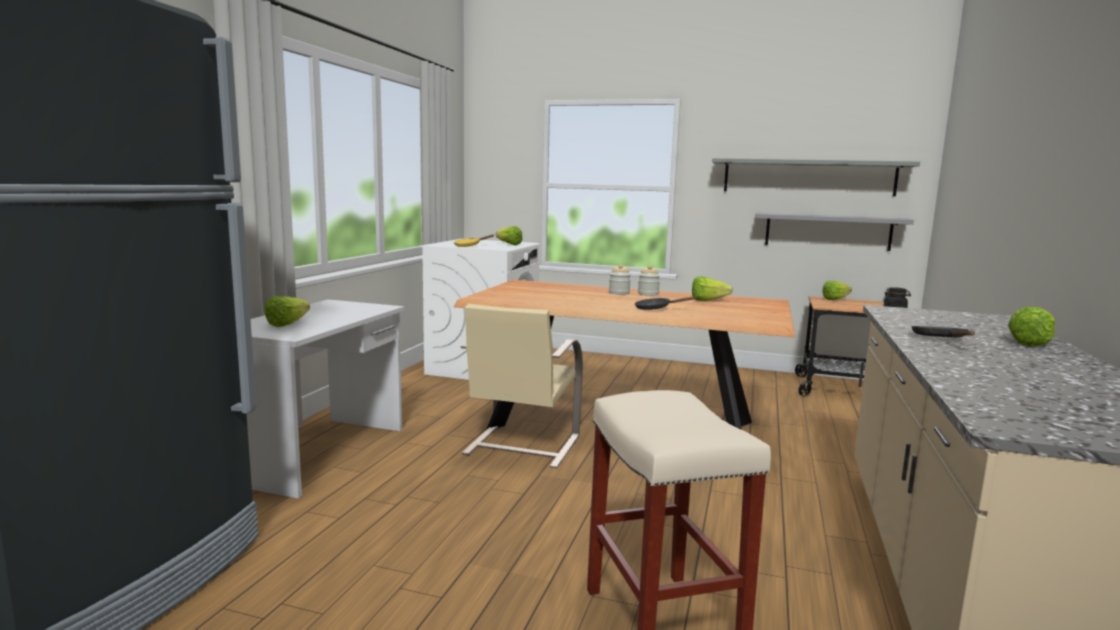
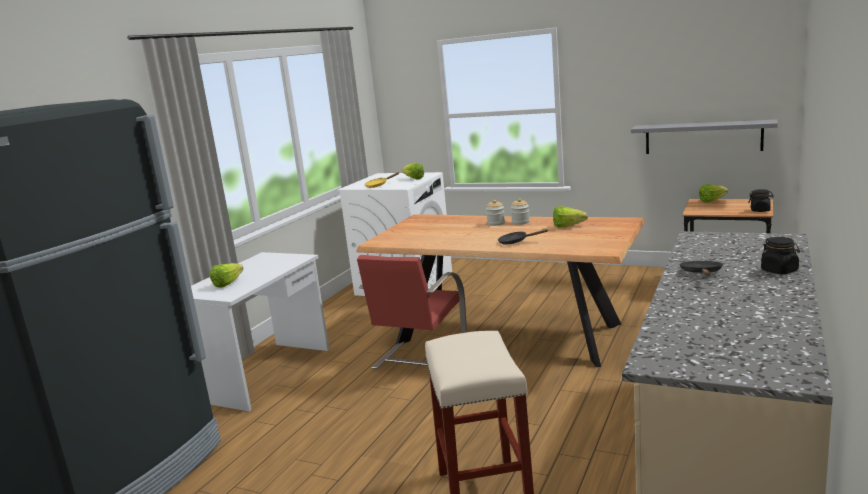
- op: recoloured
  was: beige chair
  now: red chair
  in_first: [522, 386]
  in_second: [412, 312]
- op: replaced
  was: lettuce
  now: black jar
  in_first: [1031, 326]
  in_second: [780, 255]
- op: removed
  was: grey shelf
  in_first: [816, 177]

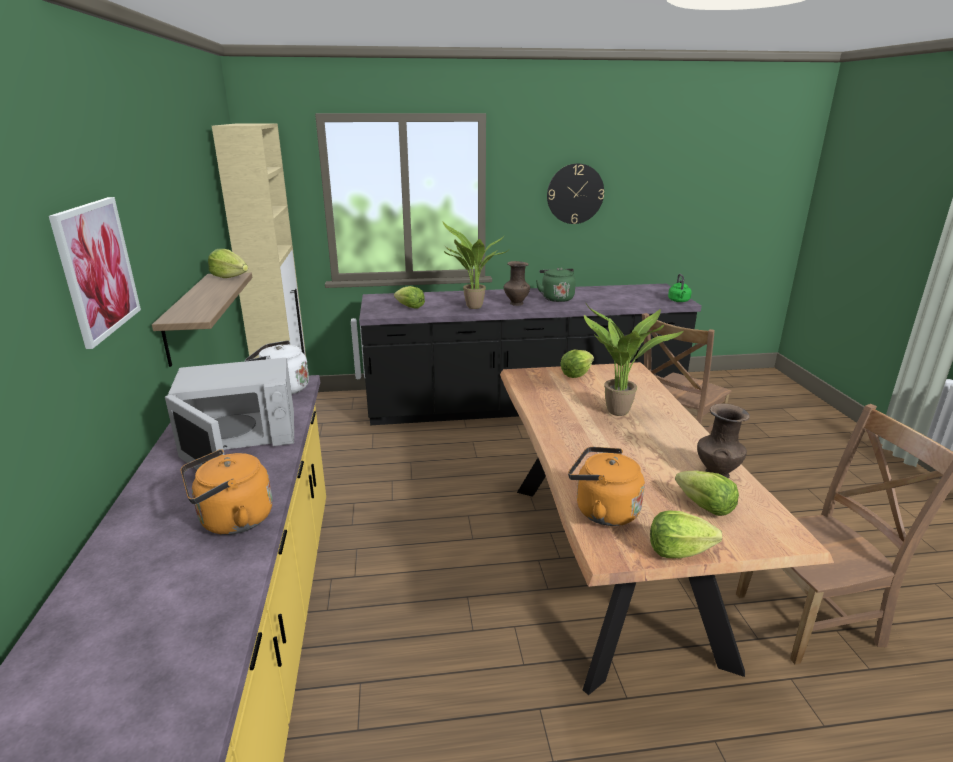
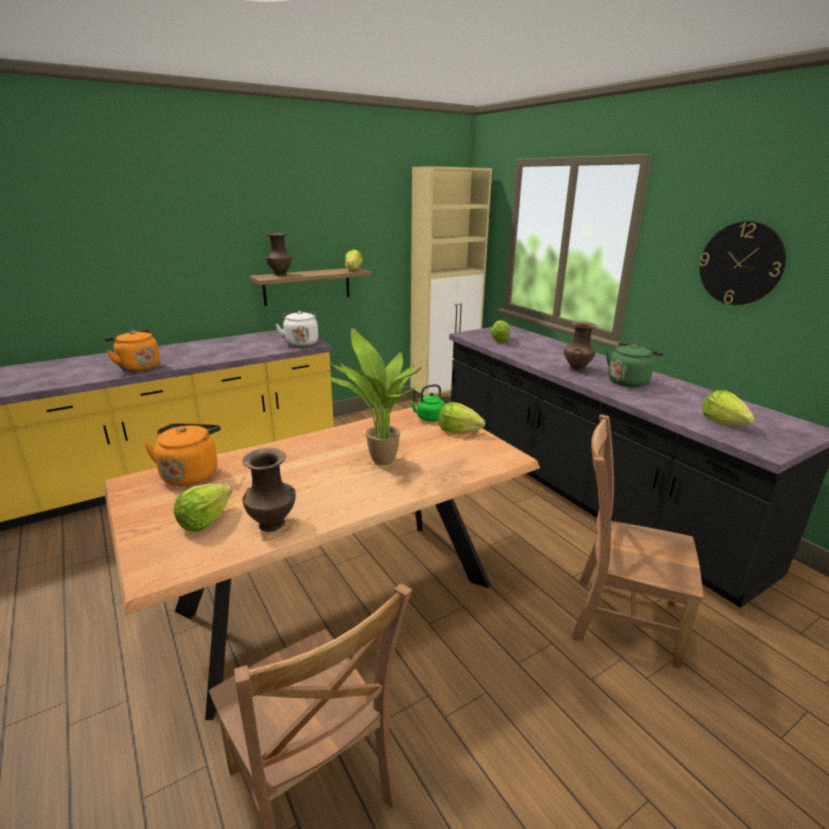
- op: added
  now: brown vase
  in_second: [279, 254]
- op: moved
  was: green kettle
  in_first: [680, 288]
  in_second: [427, 402]
- op: moved
  was: lettuce
  in_first: [686, 534]
  in_second: [728, 407]
- op: removed
  was: picture
  in_first: [95, 273]
- op: removed
  was: white microwave
  in_first: [229, 414]
- op: removed
  was: potted plant
  in_first: [474, 265]

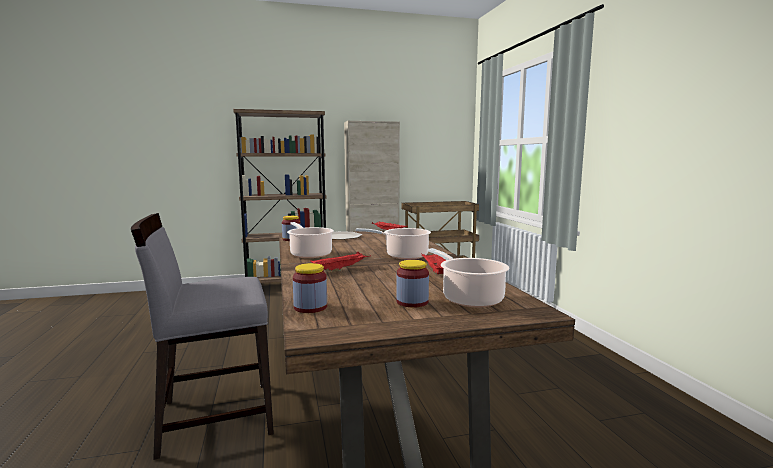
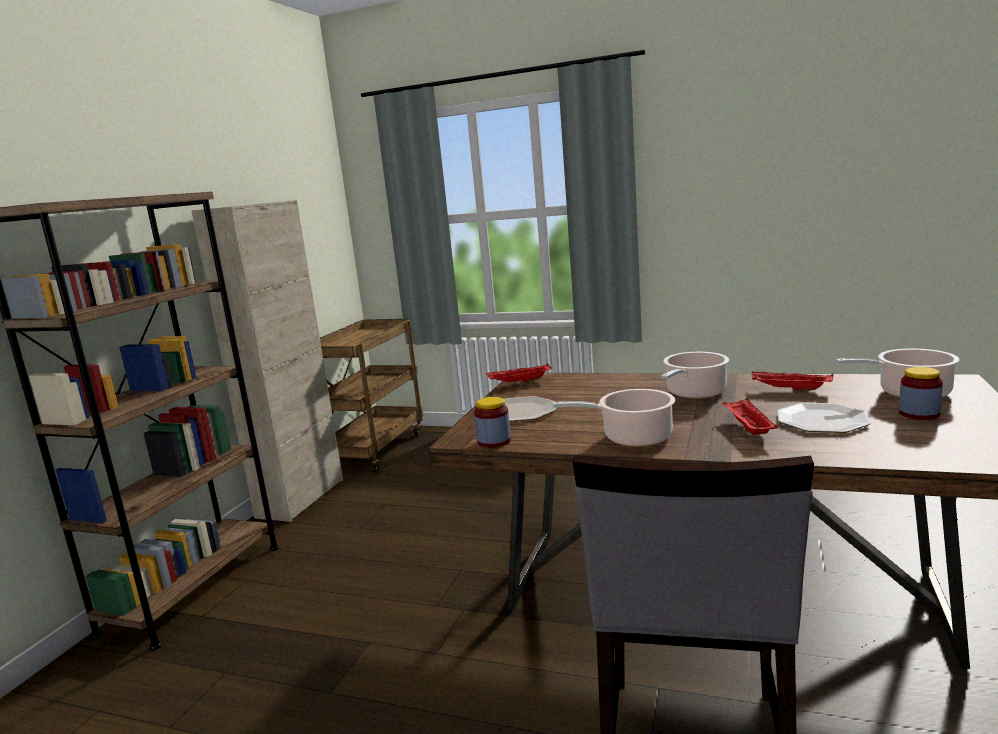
- op: added
  now: plate
  in_second: [824, 418]
- op: removed
  was: jar
  in_first: [310, 288]

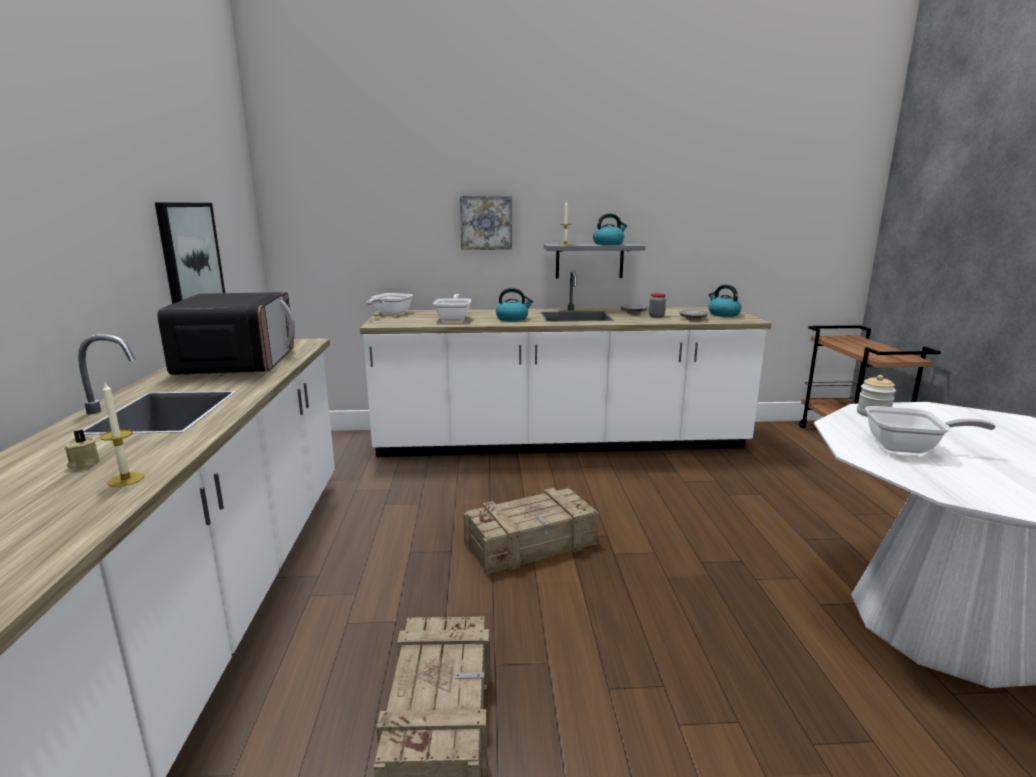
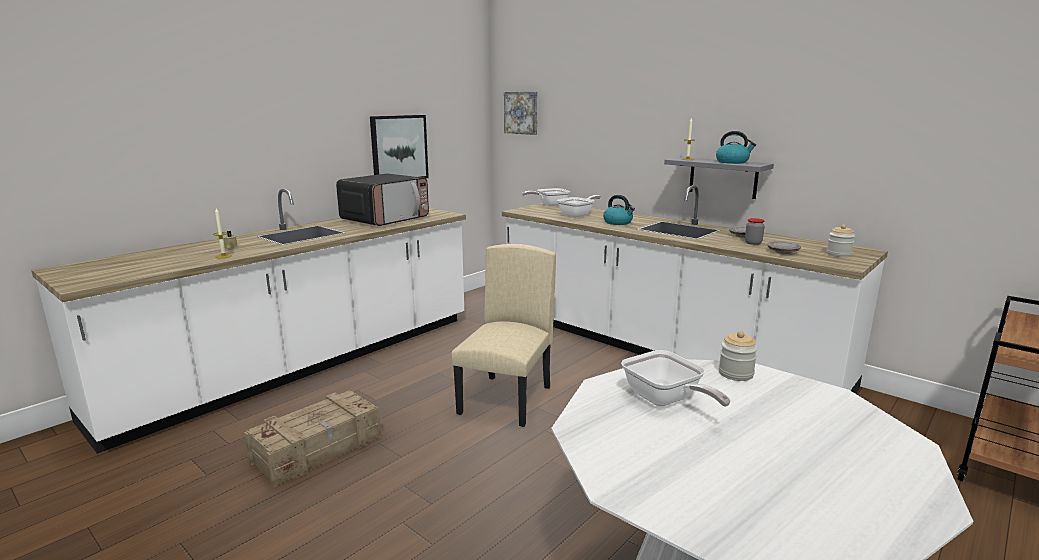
- op: replaced
  was: crate
  now: beige chair
  in_first: [531, 531]
  in_second: [503, 335]
- op: moved
  was: picture
  in_first: [486, 223]
  in_second: [520, 113]
- op: replaced
  was: kettle
  now: jar
  in_first: [725, 301]
  in_second: [841, 240]

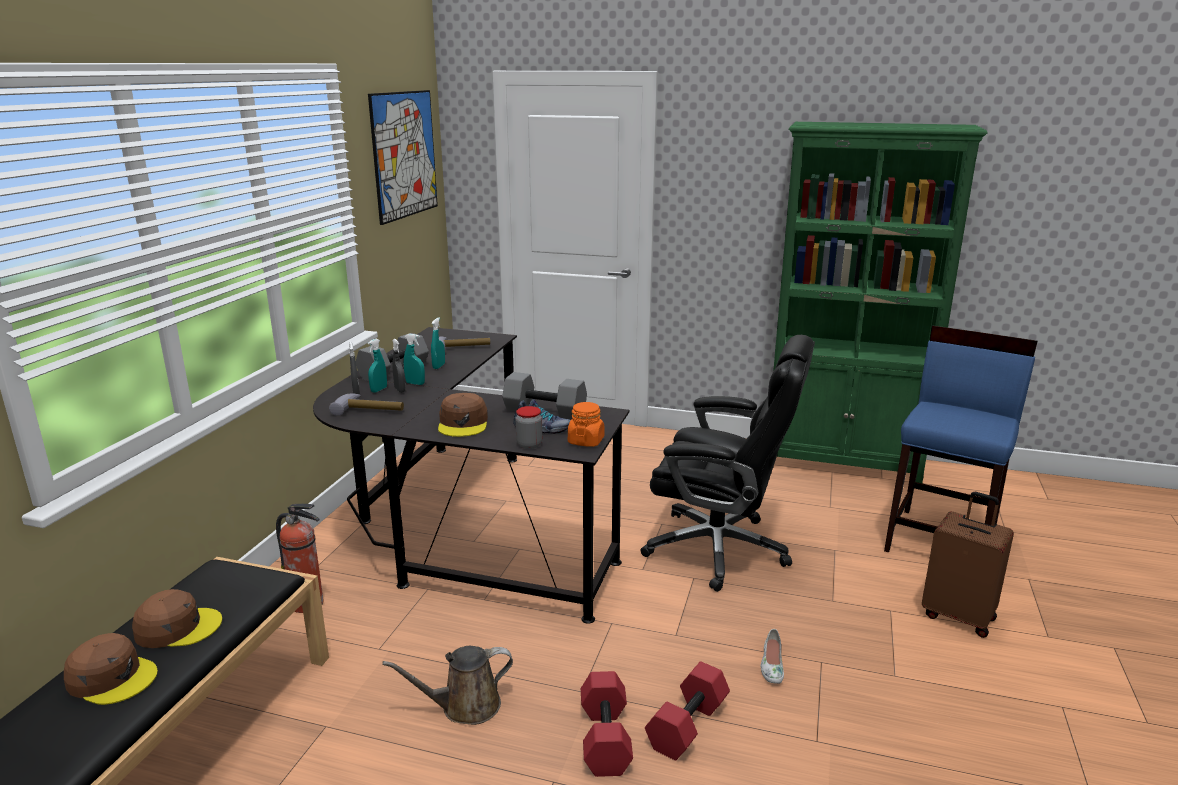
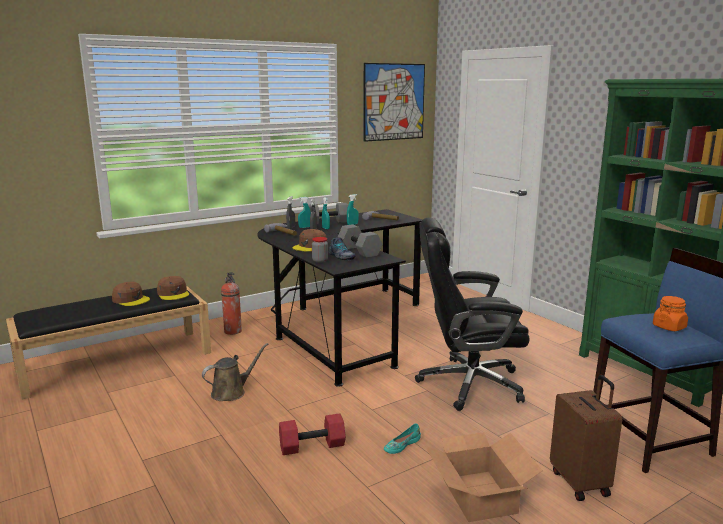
- op: moved
  was: brown cap
  in_first: [111, 669]
  in_second: [173, 288]
- op: turned
  was: brown watering can
  in_first: [447, 685]
  in_second: [235, 372]
  clockwise: 120
- op: recoloured
  was: white shoe
  now: turquoise shoe
  in_first: [772, 656]
  in_second: [402, 438]
- op: turned
  was: black office chair
  in_first: [727, 463]
  in_second: [472, 314]
  clockwise: 120
- op: added
  now: cardboard box
  in_second: [484, 477]
- op: moved
  was: orange jar
  in_first: [586, 424]
  in_second: [670, 313]
- op: removed
  was: red dumbbell
  in_first: [607, 724]

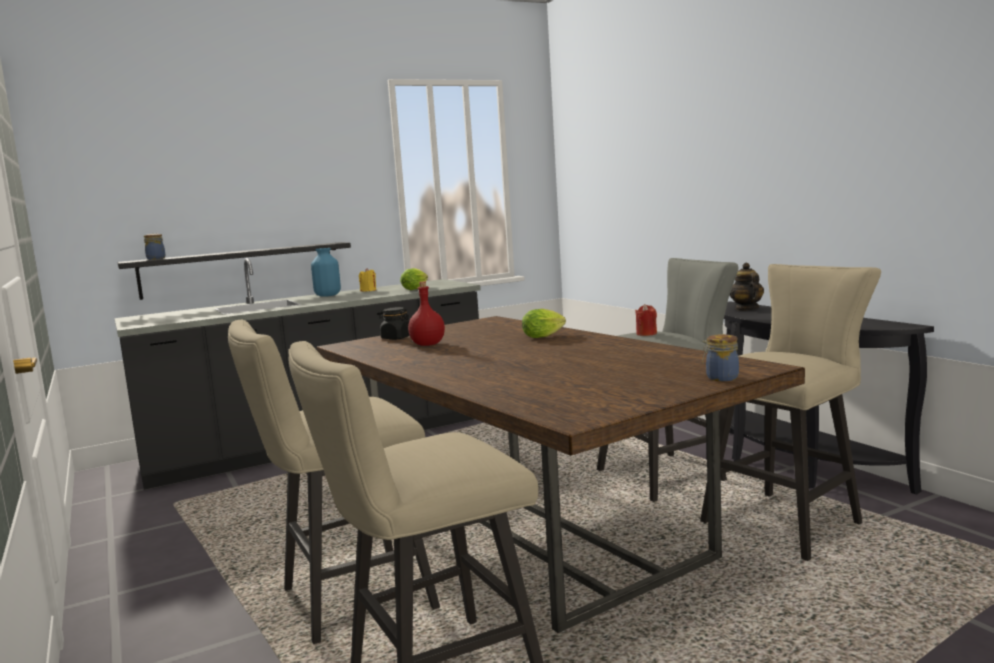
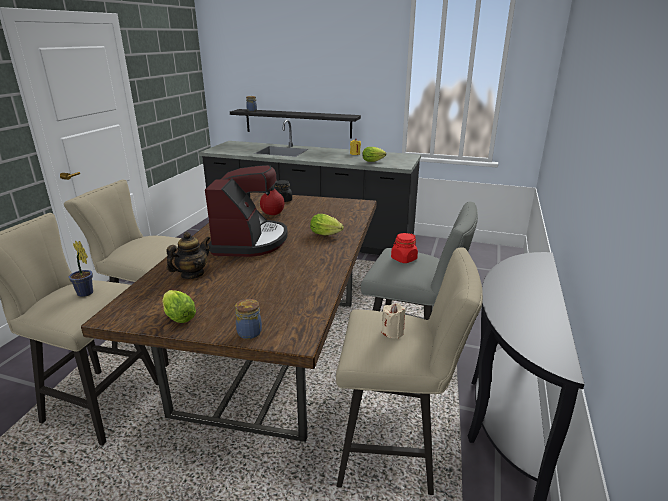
- op: added
  now: potted plant
  in_second: [81, 268]
- op: added
  now: lettuce
  in_second: [179, 306]
- op: moved
  was: teapot
  in_first: [747, 287]
  in_second: [188, 255]
- op: added
  now: coffee machine
  in_second: [246, 211]
- op: added
  now: beige candle
  in_second: [393, 320]
- op: replaced
  was: red candle
  now: red jar
  in_first: [646, 320]
  in_second: [404, 248]
- op: removed
  was: blue vase
  in_first: [326, 272]

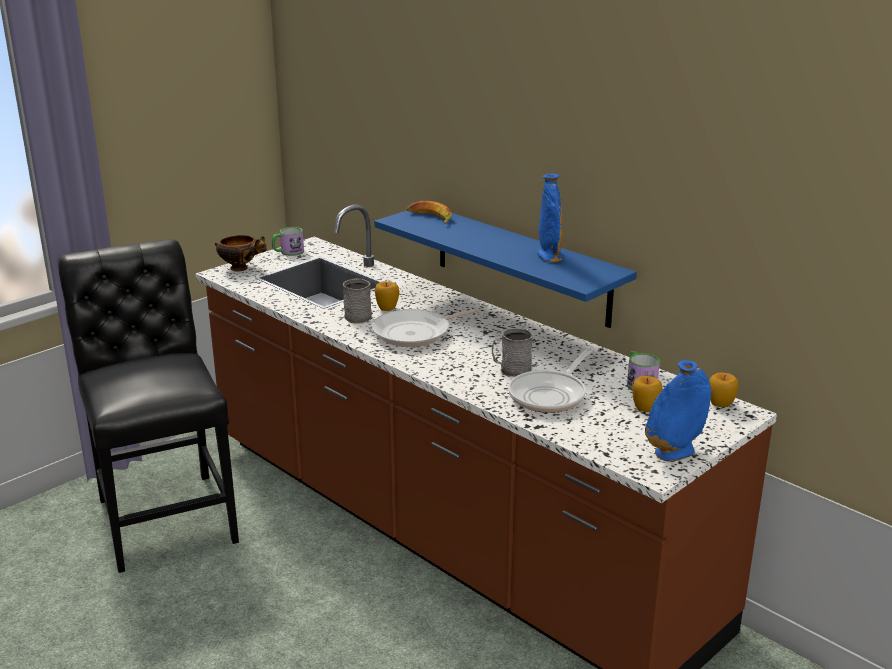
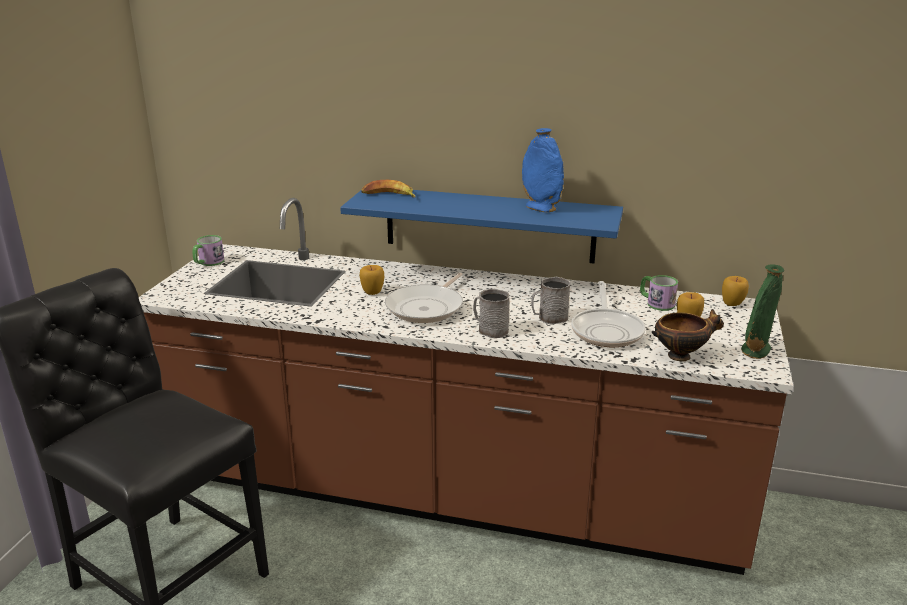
- op: moved
  was: grey mug
  in_first: [357, 301]
  in_second: [491, 313]
- op: moved
  was: bowl
  in_first: [241, 253]
  in_second: [688, 335]
- op: recoloured
  was: blue vase
  now: green vase
  in_first: [678, 411]
  in_second: [762, 311]

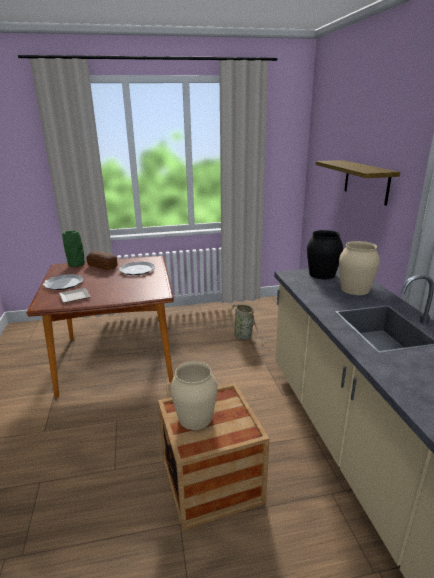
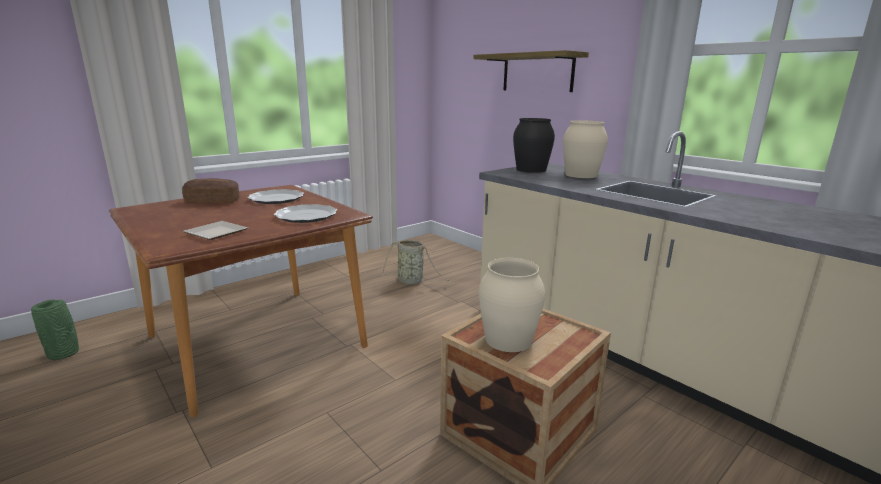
- op: moved
  was: green vase
  in_first: [73, 248]
  in_second: [55, 329]
- op: moved
  was: plate
  in_first: [63, 282]
  in_second: [305, 213]

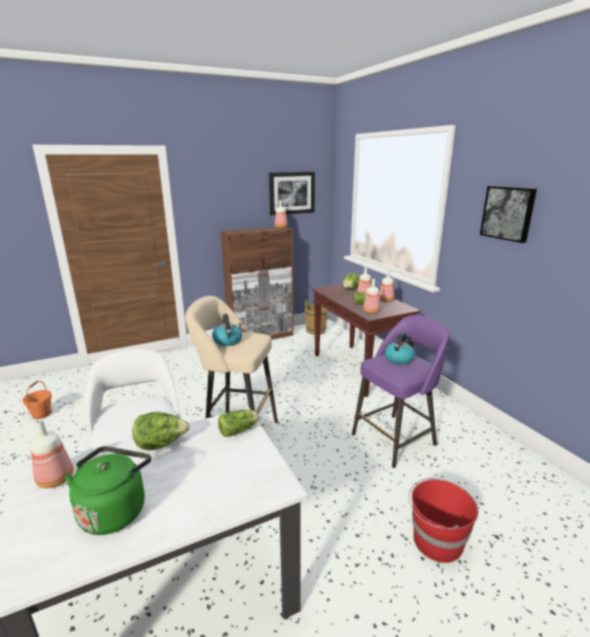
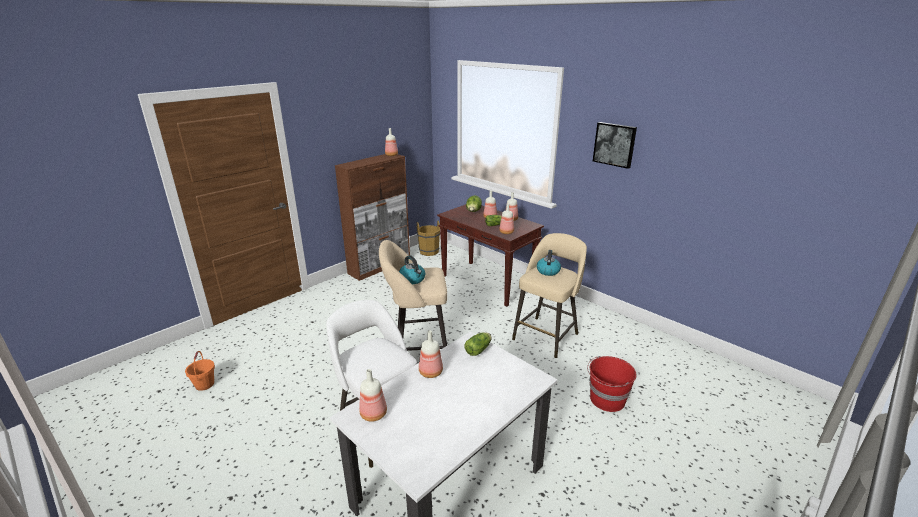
- op: replaced
  was: lettuce
  now: bottle
  in_first: [161, 431]
  in_second: [431, 354]
- op: recoloured
  was: purple stool
  now: beige stool
  in_first: [400, 391]
  in_second: [549, 295]
- op: removed
  was: green kettle
  in_first: [107, 490]
- op: removed
  was: picture
  in_first: [292, 194]

